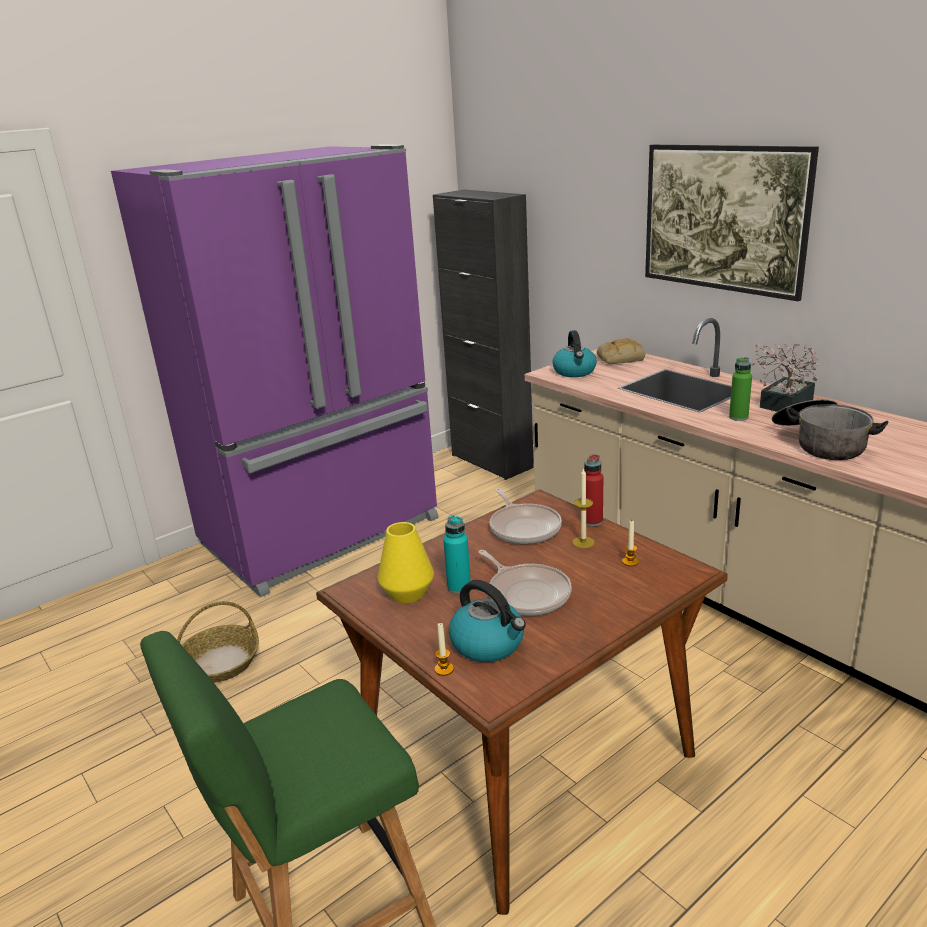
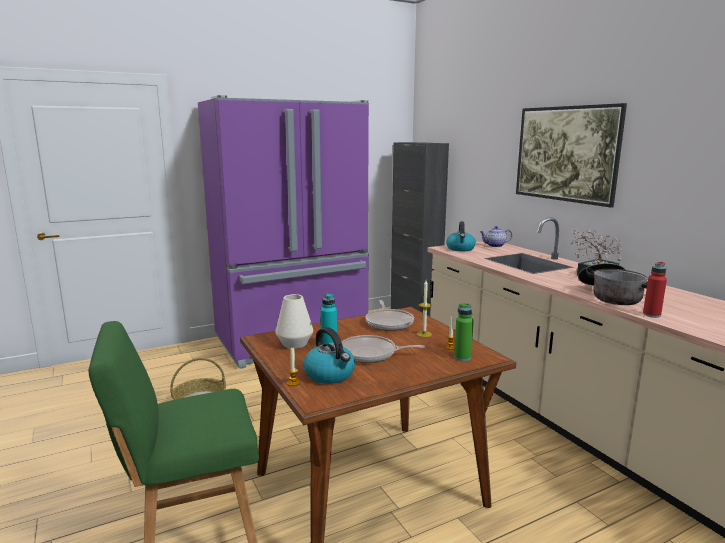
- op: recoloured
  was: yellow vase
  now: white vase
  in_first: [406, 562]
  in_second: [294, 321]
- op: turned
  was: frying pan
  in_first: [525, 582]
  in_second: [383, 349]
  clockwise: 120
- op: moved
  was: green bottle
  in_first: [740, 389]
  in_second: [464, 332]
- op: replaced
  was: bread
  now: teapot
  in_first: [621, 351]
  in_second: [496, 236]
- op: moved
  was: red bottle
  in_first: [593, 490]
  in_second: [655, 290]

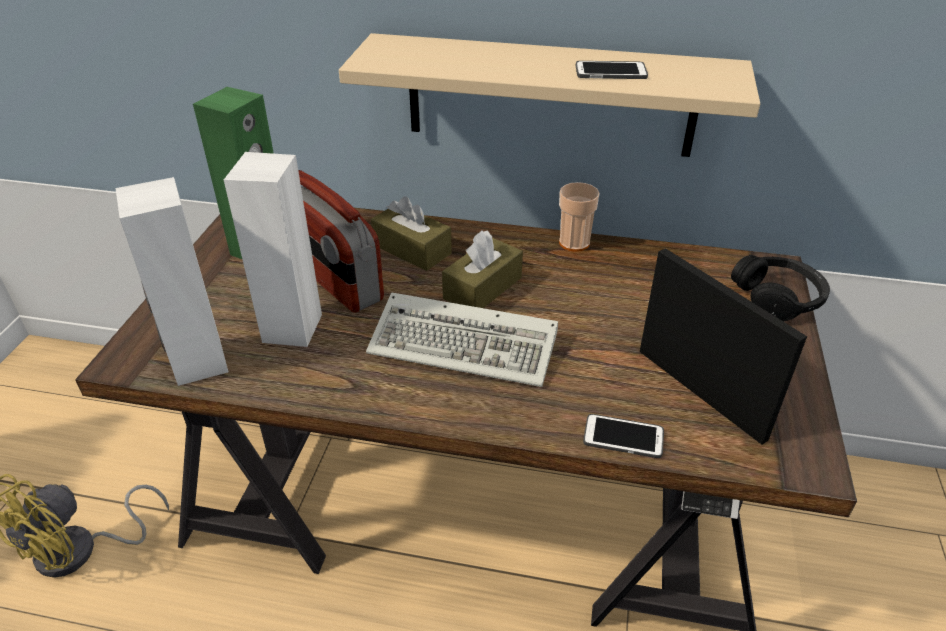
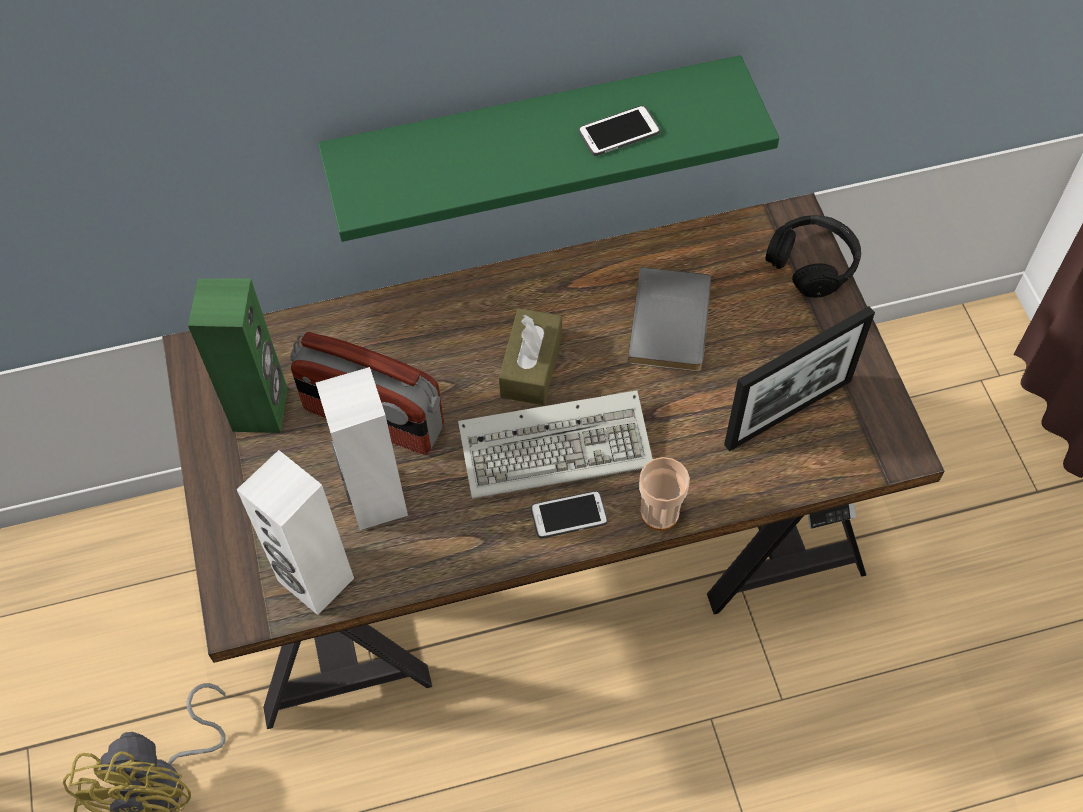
- op: recoloured
  was: beige shelf
  now: green shelf
  in_first: [549, 95]
  in_second: [548, 148]
- op: moved
  was: phone
  in_first: [623, 436]
  in_second: [569, 514]
- op: added
  now: grey book
  in_second: [669, 319]
- op: moved
  was: cup
  in_first: [579, 217]
  in_second: [664, 494]
- op: turned
  was: picture frame
  in_first: [723, 346]
  in_second: [799, 378]
  clockwise: 120
- op: removed
  was: brown tissue box
  in_first: [411, 233]

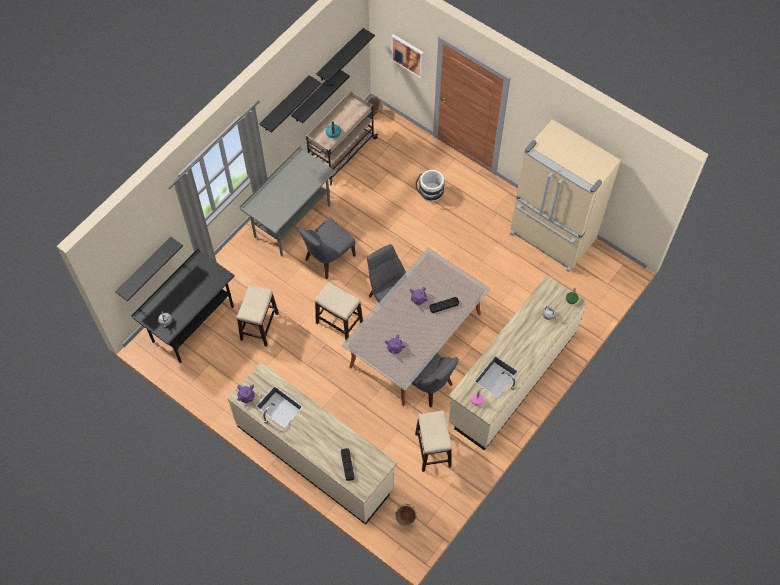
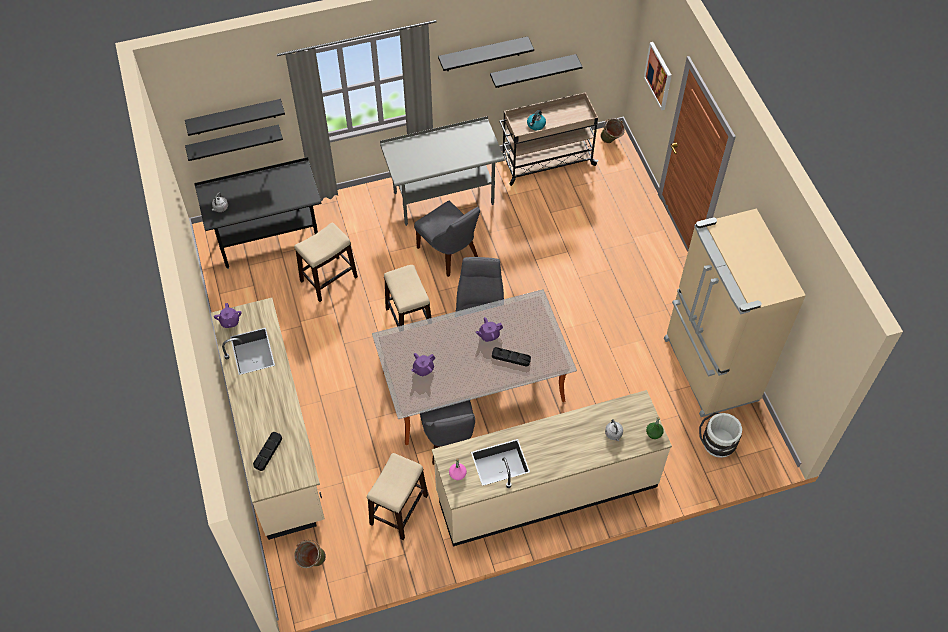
- op: moved
  was: black shelf
  in_first: [345, 55]
  in_second: [235, 117]
- op: turned
  was: grey chair
  in_first: [327, 248]
  in_second: [447, 239]
  clockwise: -120
- op: moved
  was: white bucket
  in_first: [430, 186]
  in_second: [720, 435]

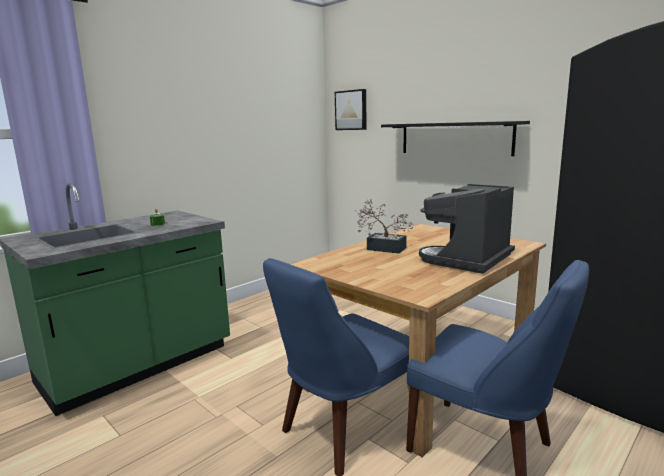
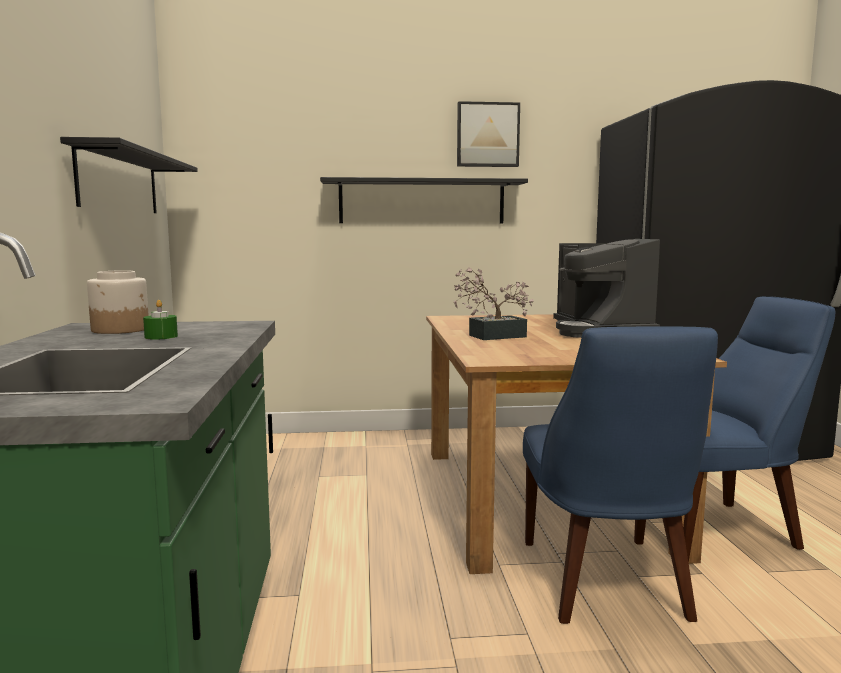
- op: added
  now: black shelf
  in_second: [129, 175]
- op: added
  now: jar
  in_second: [118, 302]
- op: moved
  was: picture
  in_first: [351, 109]
  in_second: [488, 134]

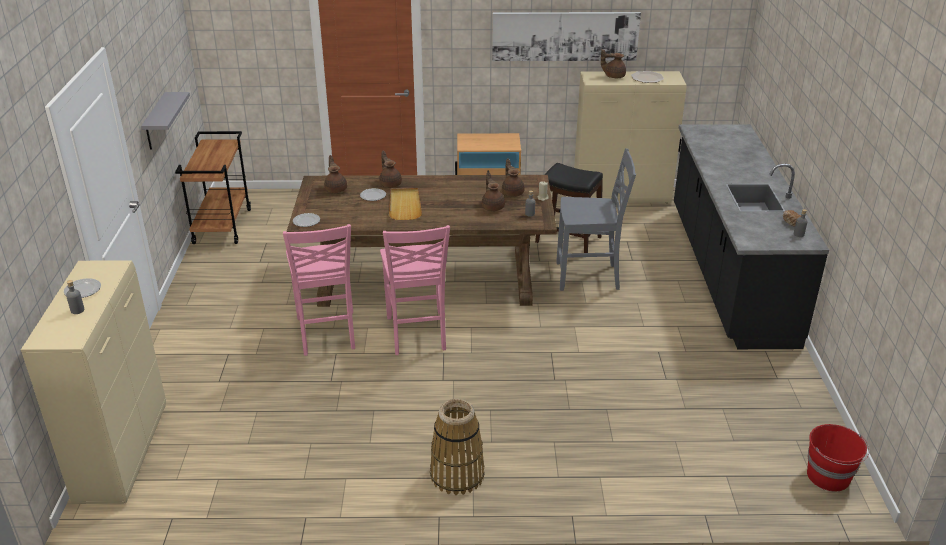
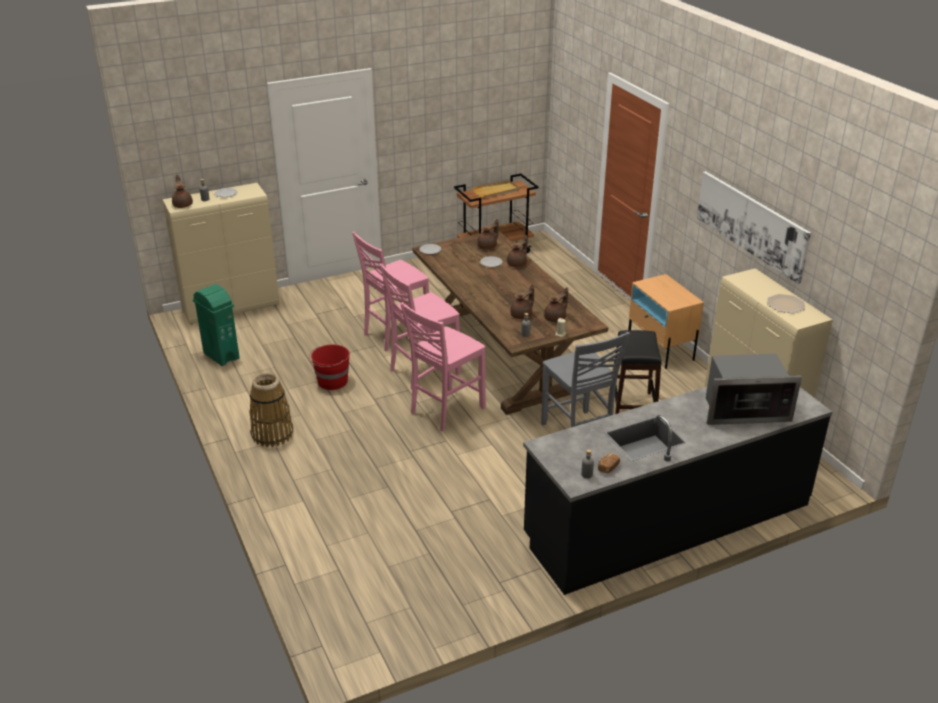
- op: moved
  was: brown teapot
  in_first: [613, 63]
  in_second: [182, 191]
- op: added
  now: green trash can
  in_second: [216, 325]
- op: moved
  was: red bucket
  in_first: [838, 458]
  in_second: [329, 367]
- op: added
  now: pink chair
  in_second: [443, 366]
- op: moved
  was: beige tray
  in_first: [405, 204]
  in_second: [495, 189]
- op: added
  now: microwave
  in_second: [754, 389]
- op: removed
  was: grey shelf
  in_first: [165, 121]

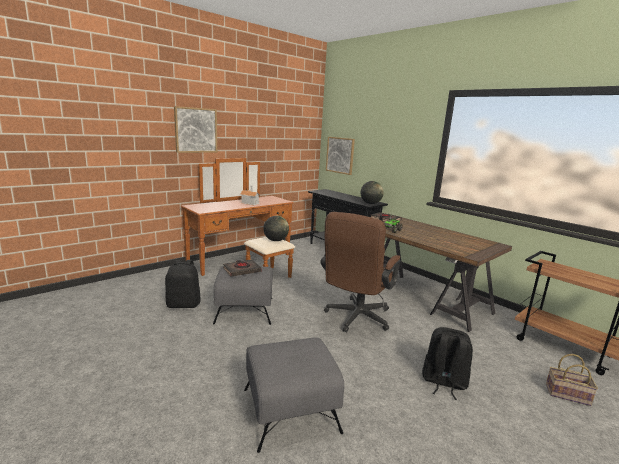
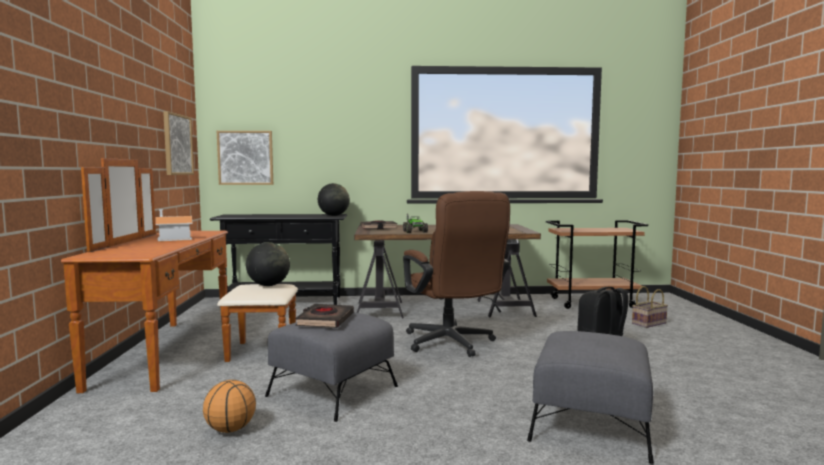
- op: moved
  was: picture
  in_first: [195, 129]
  in_second: [178, 143]
- op: replaced
  was: black backpack
  now: basketball
  in_first: [183, 284]
  in_second: [229, 406]

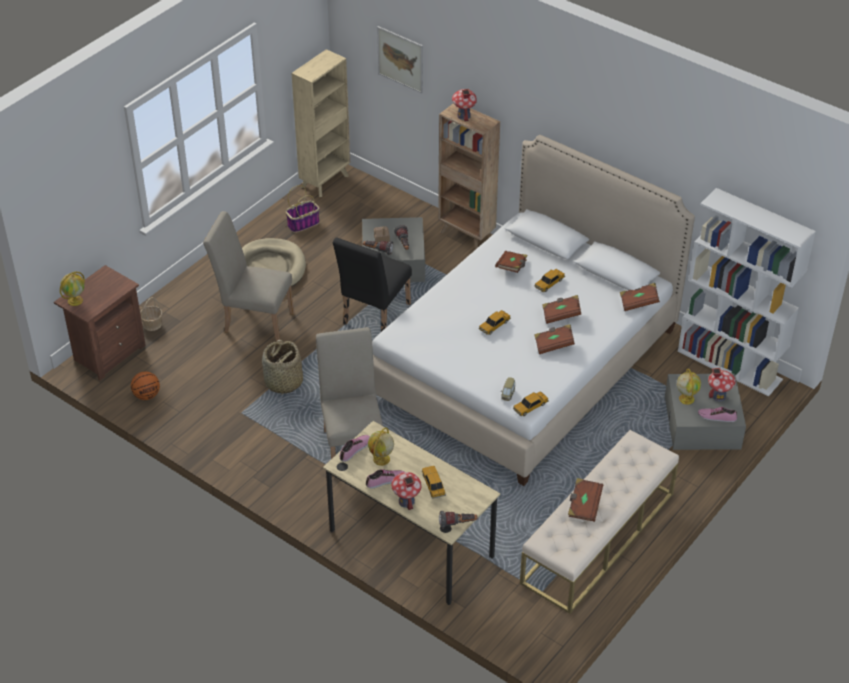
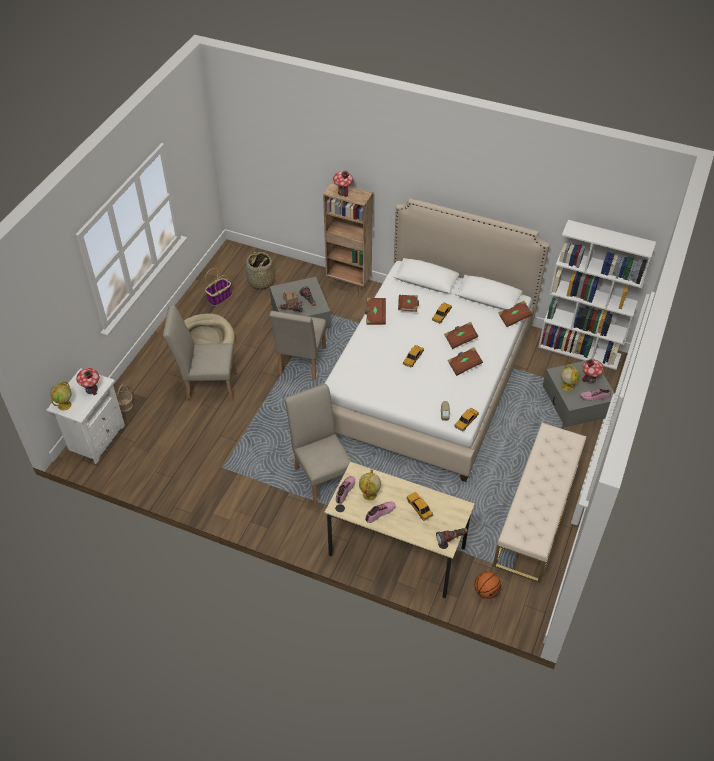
- op: recoloured
  was: brown nightstand
  now: white nightstand
  in_first: [100, 323]
  in_second: [85, 416]
- op: moved
  was: toy house
  in_first: [406, 491]
  in_second: [87, 381]
- op: moved
  was: basket
  in_first: [282, 367]
  in_second: [260, 271]
- op: recoloured
  was: black chair
  now: beige chair
  in_first: [372, 285]
  in_second: [297, 345]
- op: moved
  was: brown book
  in_first: [585, 500]
  in_second: [375, 311]
- op: moved
  was: basketball
  in_first: [145, 385]
  in_second: [487, 585]
- op: removed
  was: beige bookcase
  in_first: [320, 123]
- op: removed
  was: picture
  in_first: [400, 59]

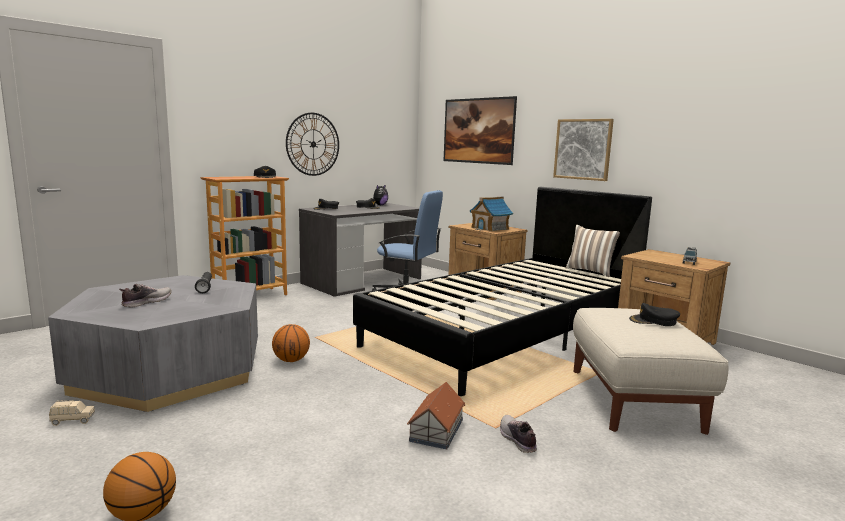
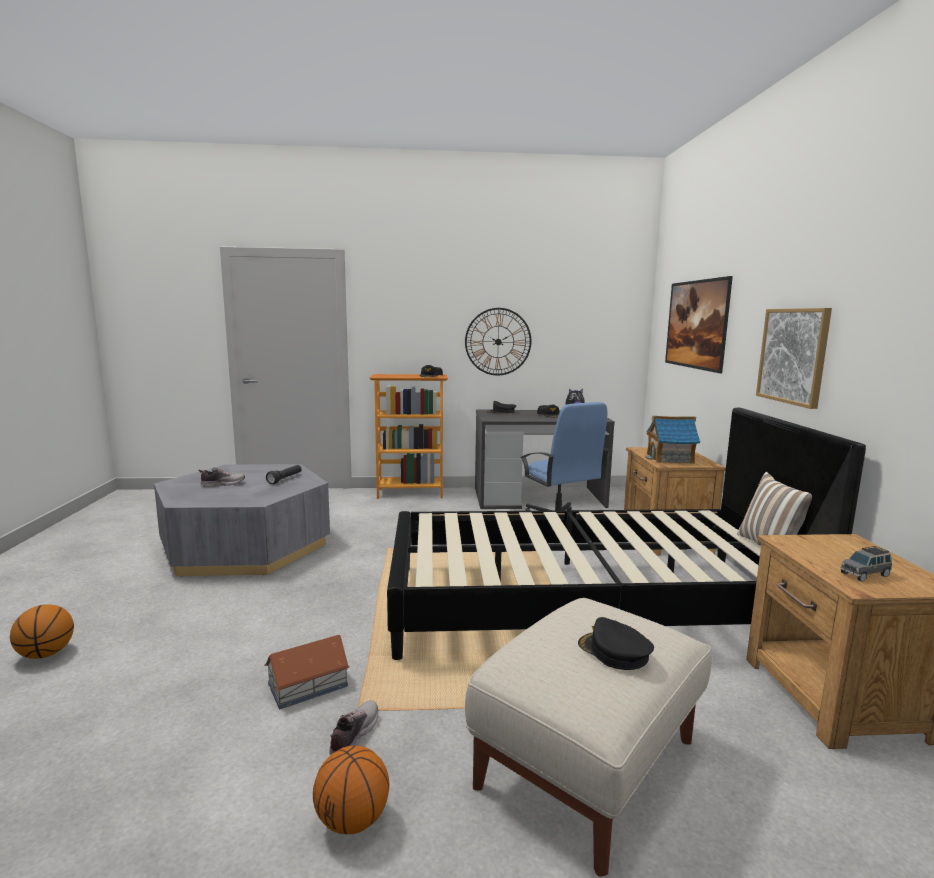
- op: moved
  was: basketball
  in_first: [291, 343]
  in_second: [351, 790]
- op: removed
  was: beige toy car
  in_first: [72, 413]

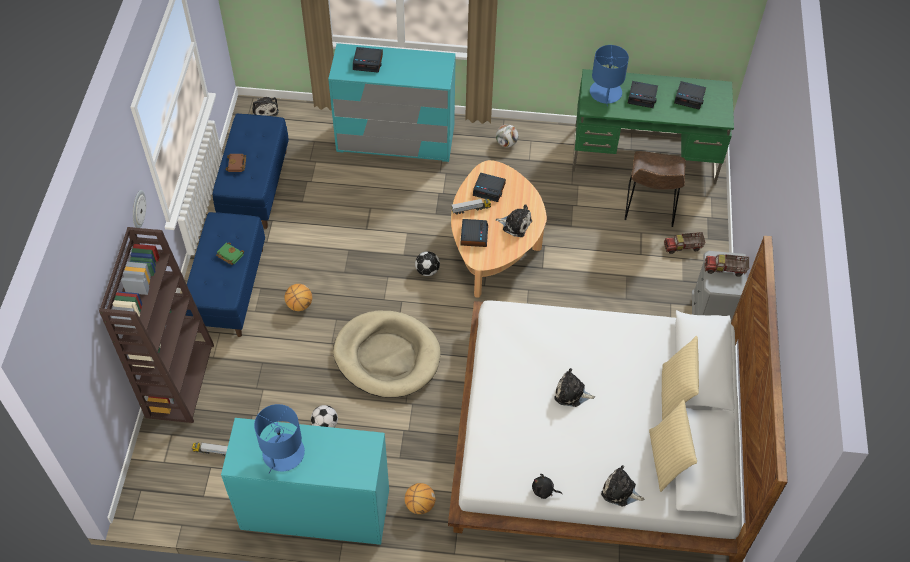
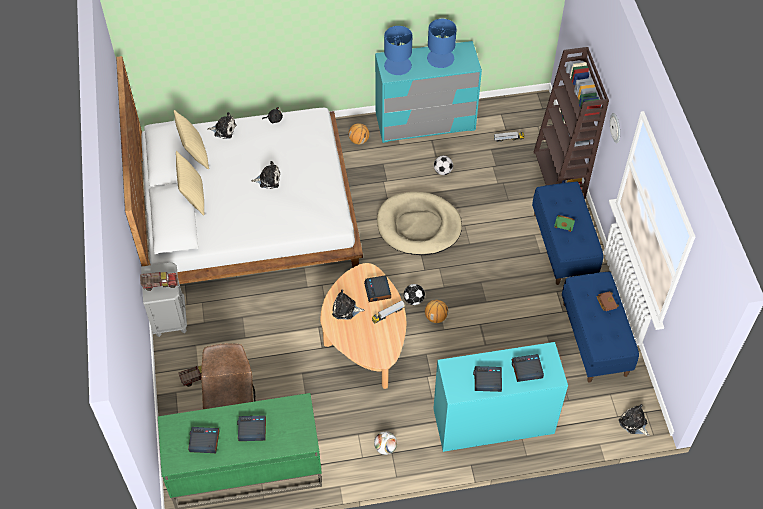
- op: moved
  was: blue table lamp
  in_first: [609, 75]
  in_second: [398, 50]
- op: moved
  was: basketball
  in_first: [298, 297]
  in_second: [436, 311]
- op: moved
  was: alarm clock
  in_first: [489, 187]
  in_second: [487, 379]

